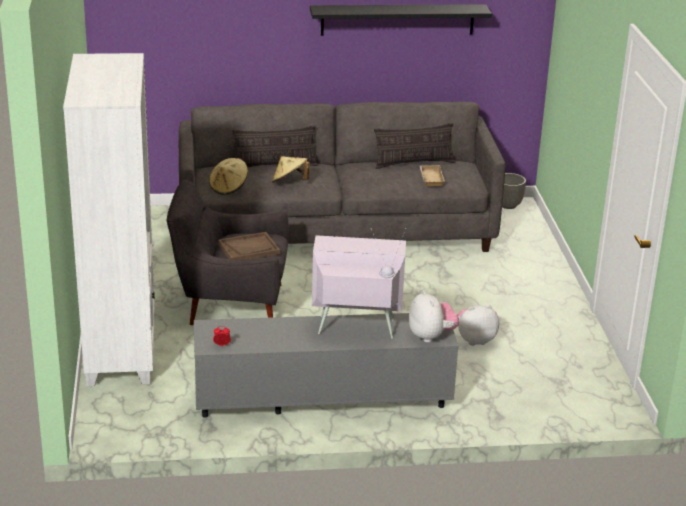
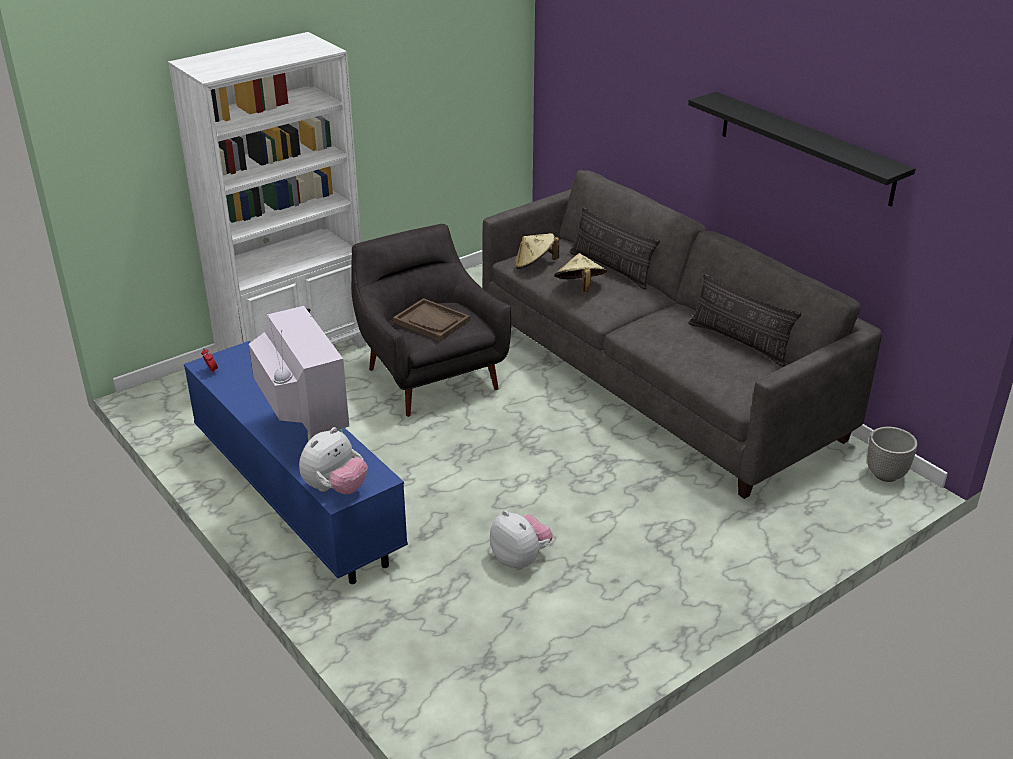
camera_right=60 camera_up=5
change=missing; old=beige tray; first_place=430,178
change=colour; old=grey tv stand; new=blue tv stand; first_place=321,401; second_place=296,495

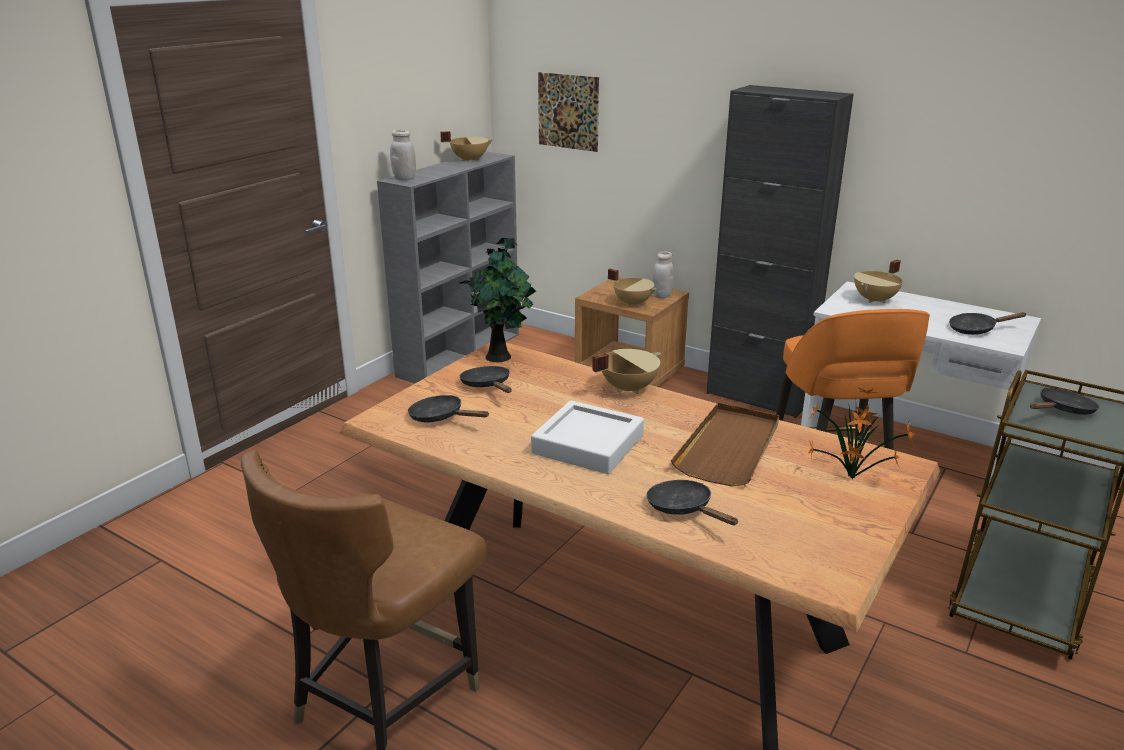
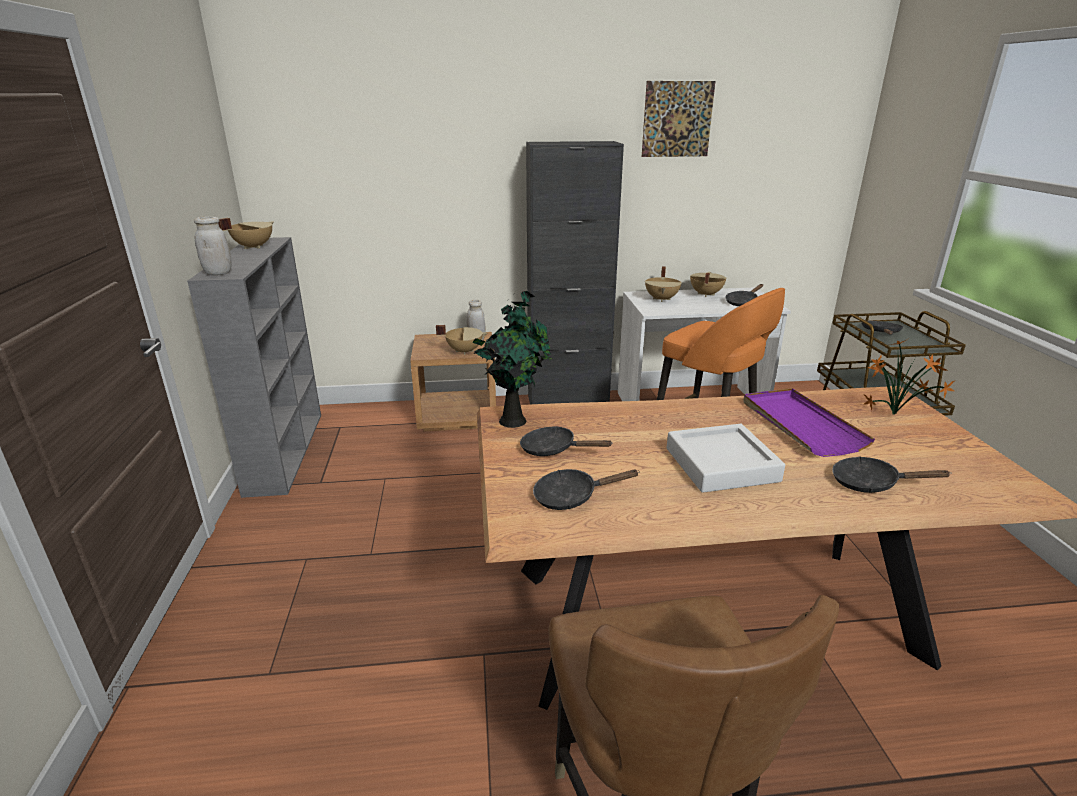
camera_right=-40 camera_up=0
change=relocated; old=picture; first_place=568,111; second_place=677,119
change=relocated; old=beige cooking pot; first_place=627,388; second_place=705,294
change=colour; old=brown tray; new=purple tray; first_place=729,448; second_place=800,424

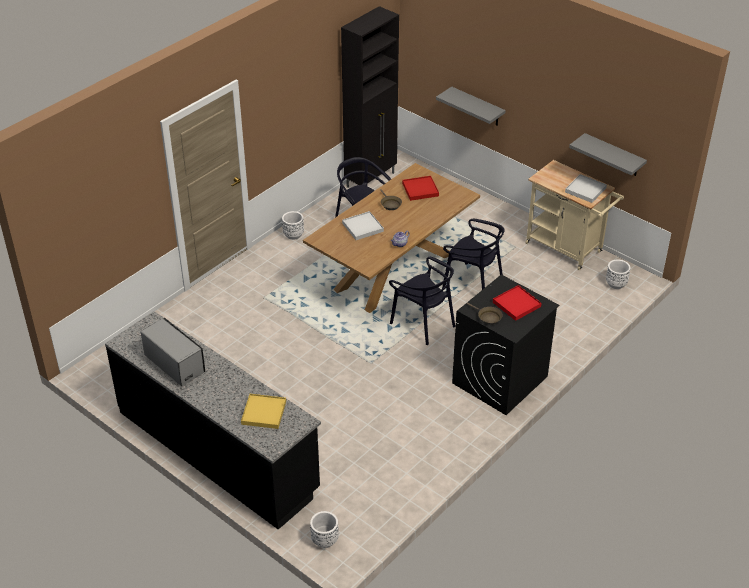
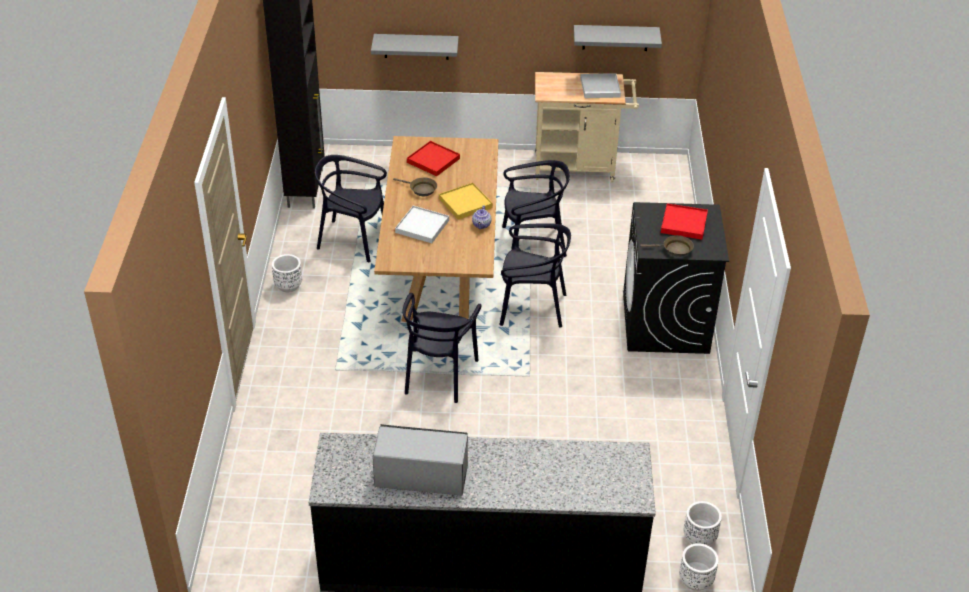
camera_right=-40 camera_up=0
change=appeared; new=black chair; second_place=439,375
change=relocated; old=yellow tray; first_place=264,413; second_place=465,203
change=relocated; old=white planter; first_place=616,284; second_place=699,537

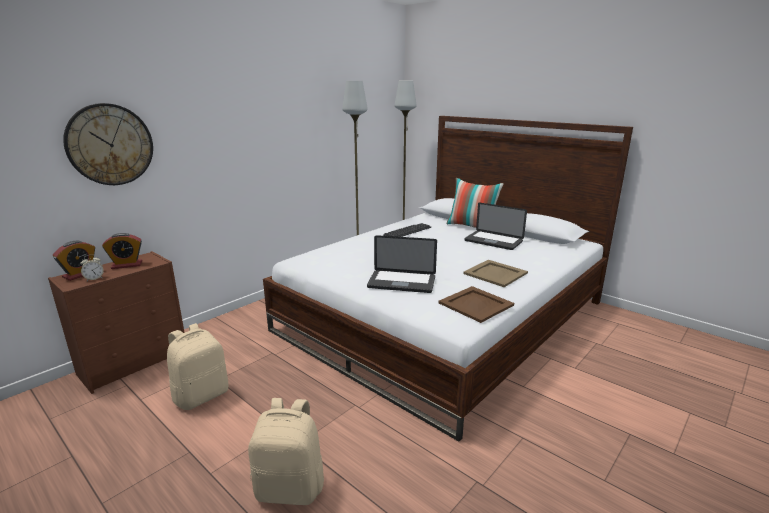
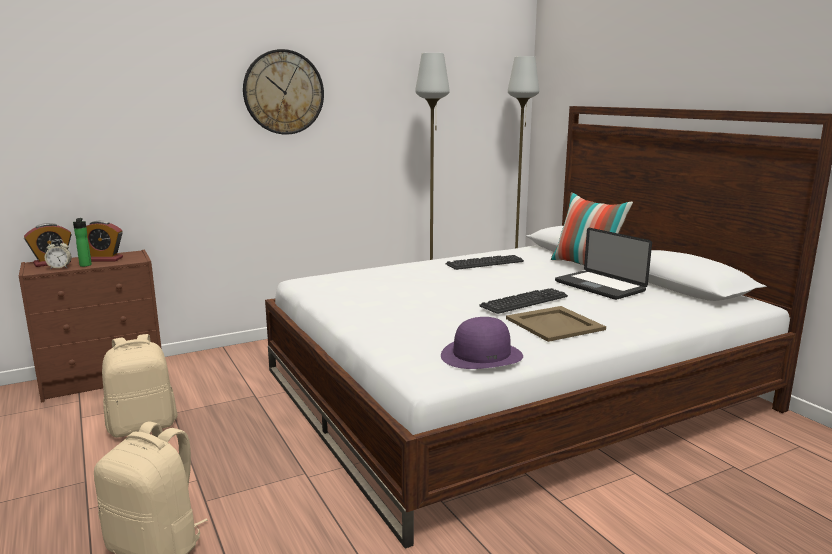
camera_right=20 camera_up=-5
change=missing; old=laptop; first_place=401,282
change=appeared; new=bottle; second_place=85,265
change=appeared; new=keyboard; second_place=524,302
change=relocated; old=wall clock; first_place=110,145; second_place=283,92
change=exchanged; old=brown tray; new=purple hat; first_place=475,304; second_place=482,355

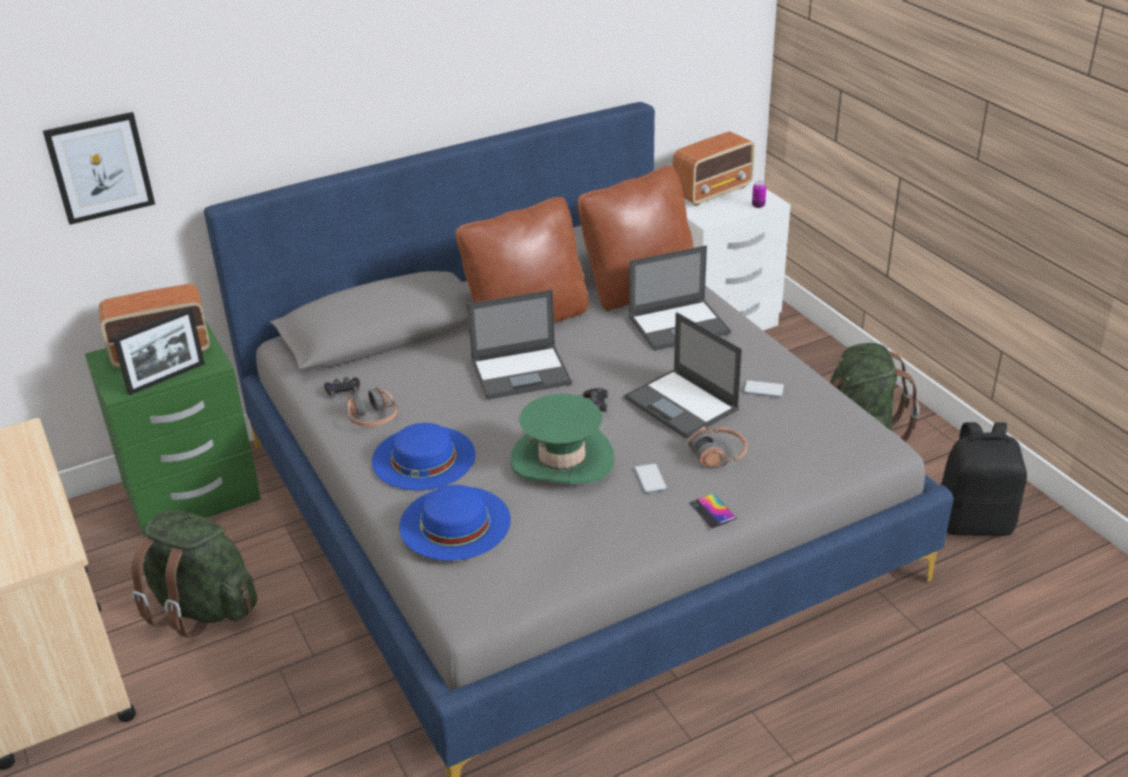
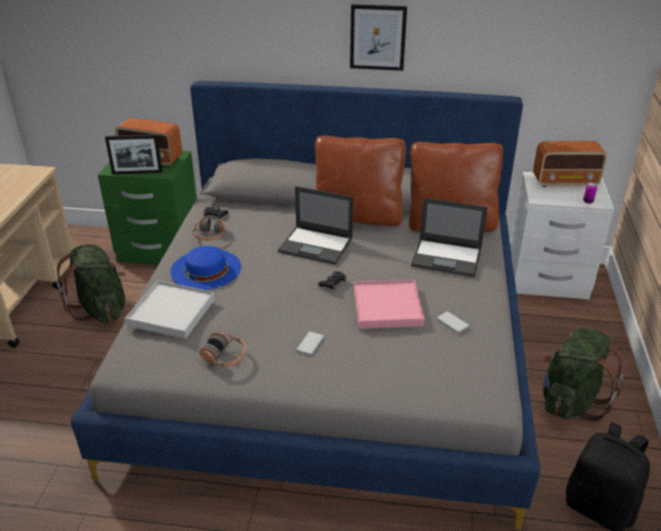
camera_right=35 camera_up=0
change=missing; old=green hat; first_place=562,459
change=missing; old=phone; first_place=712,511
change=relocated; old=picture; first_place=100,167; second_place=377,37
change=relocated; old=headphones; first_place=718,455; second_place=225,357
change=exchanged; old=blue hat; new=white tray; first_place=455,523; second_place=171,312
change=exchanged; old=laptop; new=pink tray; first_place=682,404; second_place=387,307

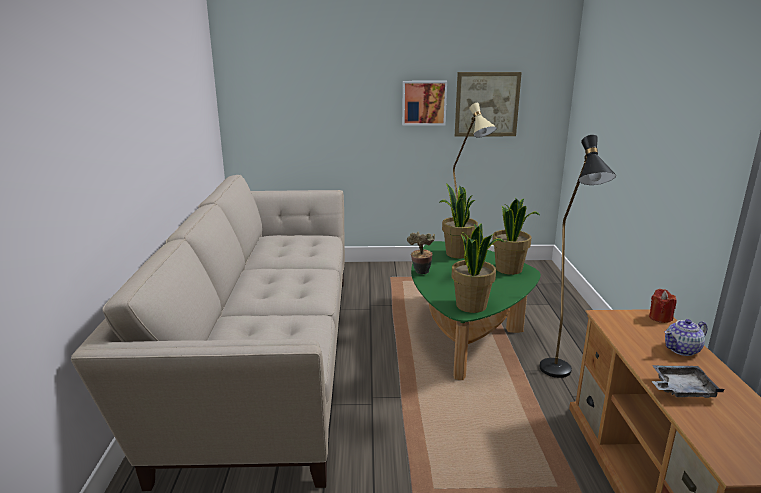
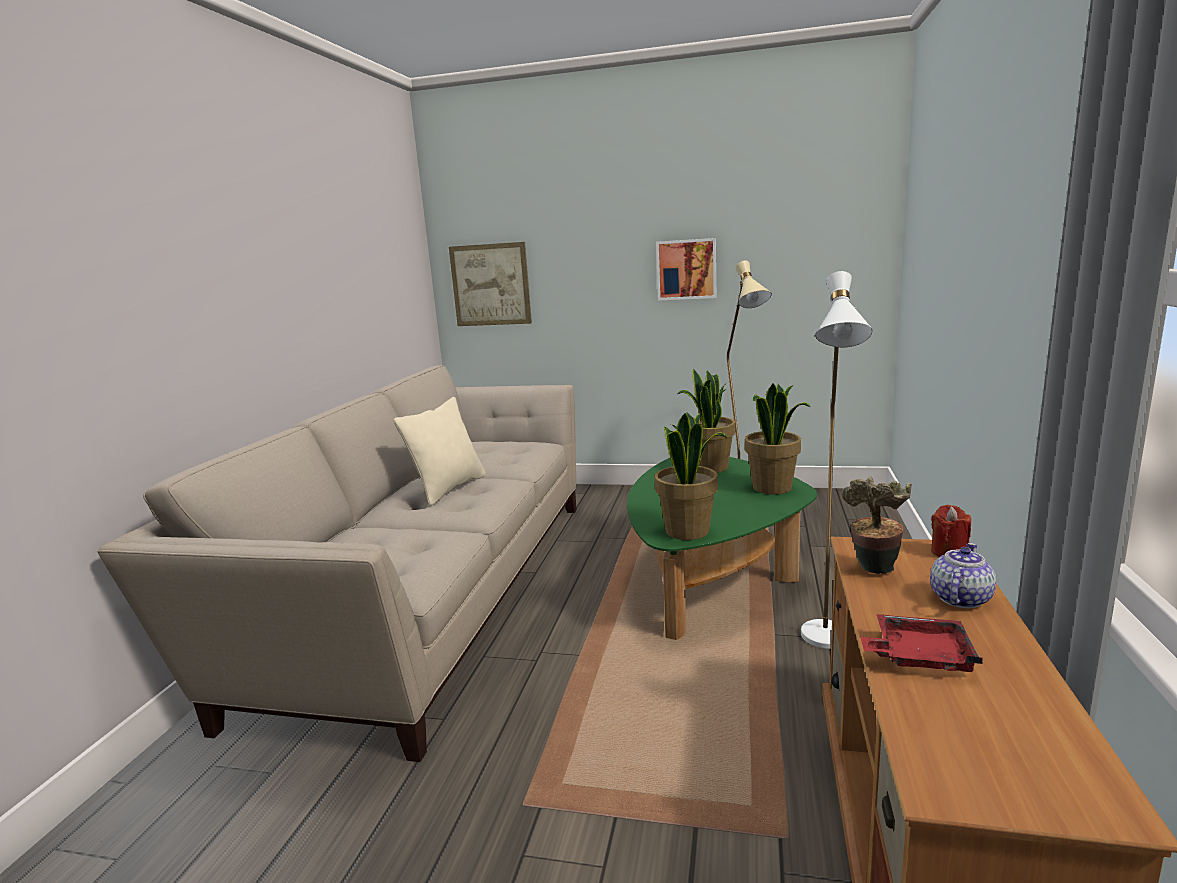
camera_right=15 camera_up=-5
change=appeared; new=beige pillow; second_place=448,489
change=relocated; old=potted plant; first_place=420,273; second_place=873,570
change=relocated; old=picture; first_place=487,104; second_place=490,285
change=colour; old=black floor lamp; new=white floor lamp; first_place=559,376; second_place=827,646
change=colour; old=grey tray; new=red tray; first_place=681,389; second_place=919,656
change=spun; old=teapot; first_place=682,350; second_place=959,599; degrees=135

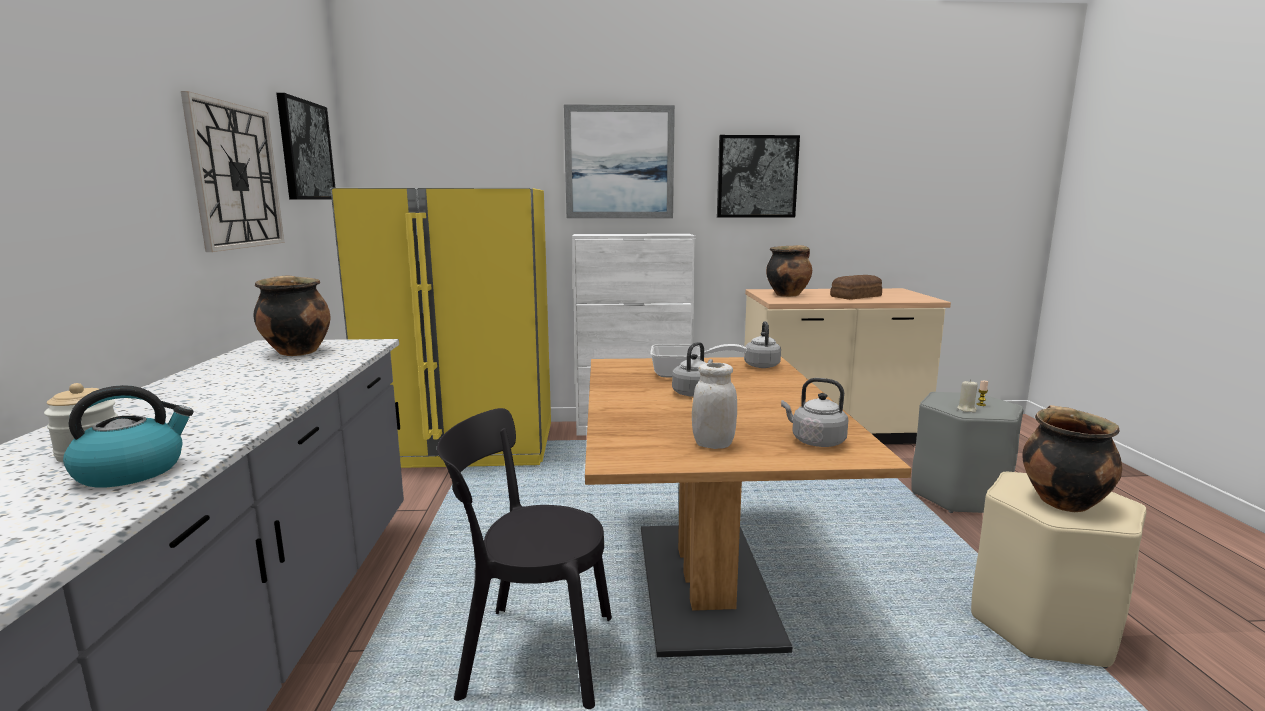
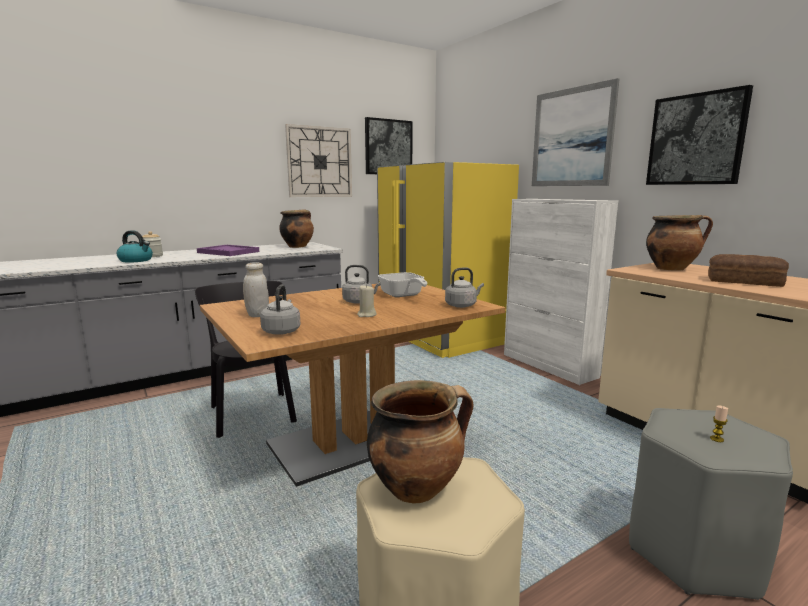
camera_right=60 camera_up=0
change=appeared; new=purple tray; second_place=228,252
change=relocated; old=beige candle; first_place=966,409; second_place=366,315

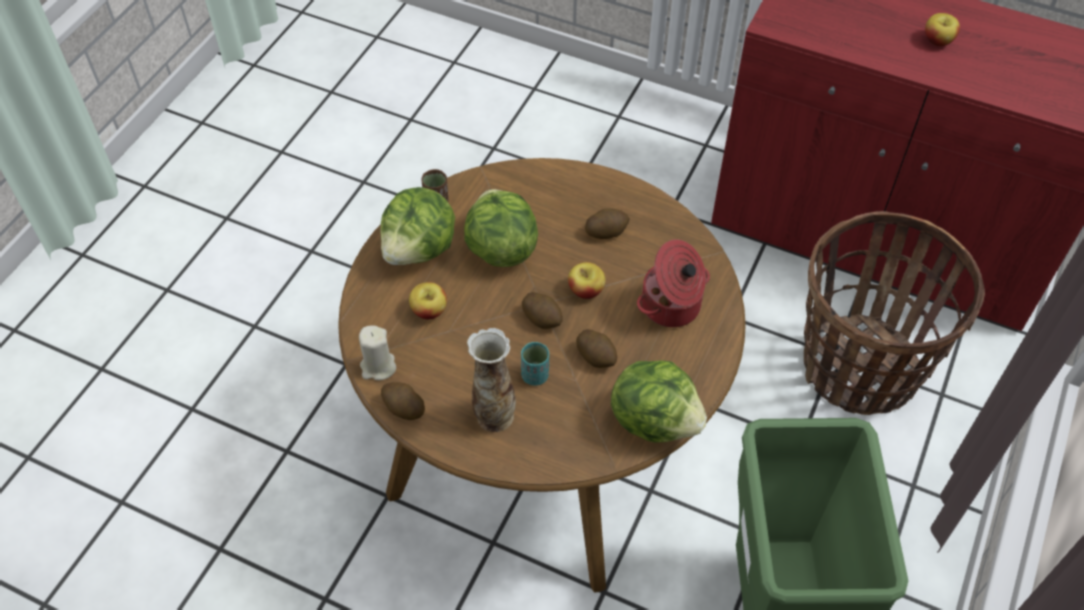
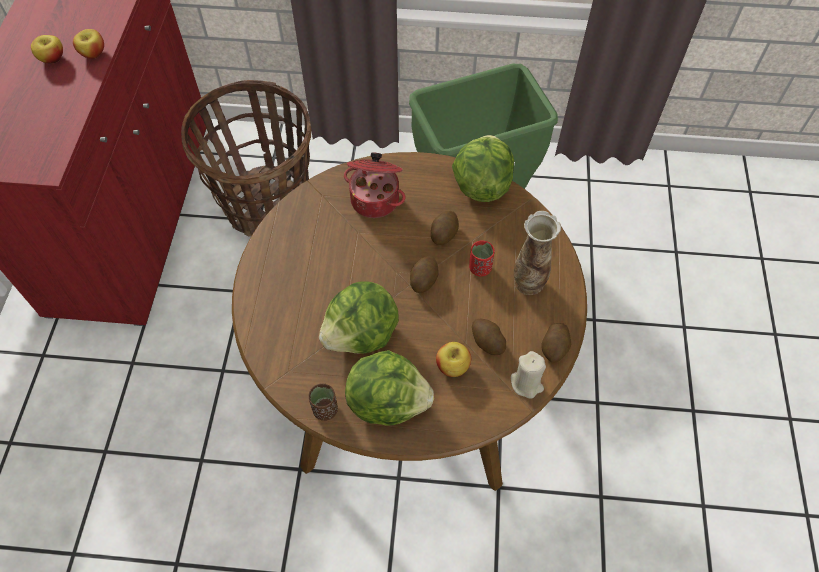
camera_right=-110 camera_up=5
change=relocated; old=apple; first_place=586,290; second_place=93,53
change=relocated; old=potato; first_place=606,231; second_place=487,342
change=colour; old=turquoise cup; new=red cup; first_place=535,375; second_place=480,268

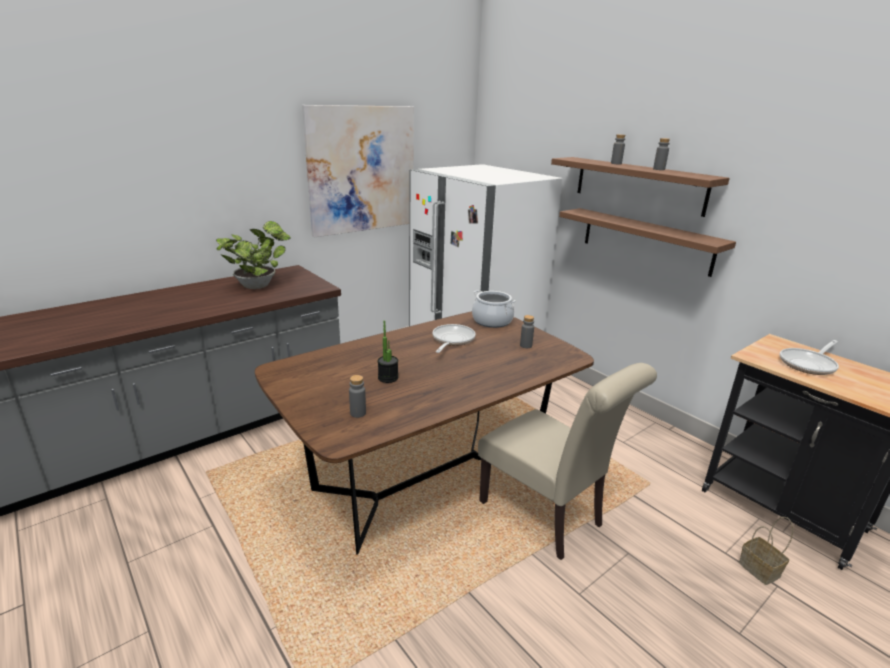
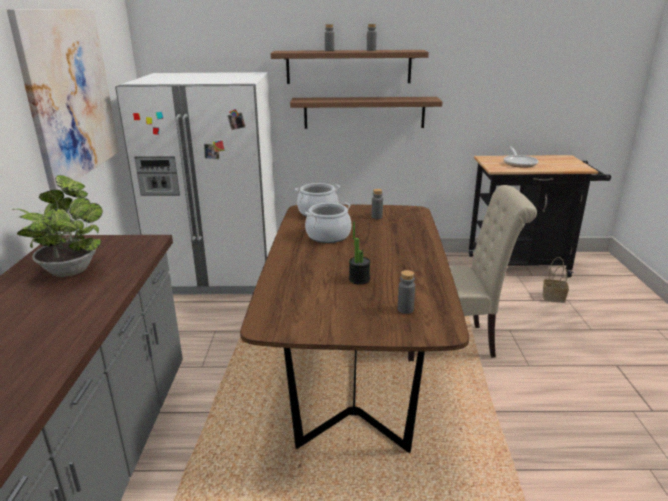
camera_right=-50 camera_up=0
change=exchanged; old=frying pan; new=cooking pot; first_place=452,340; second_place=328,236

